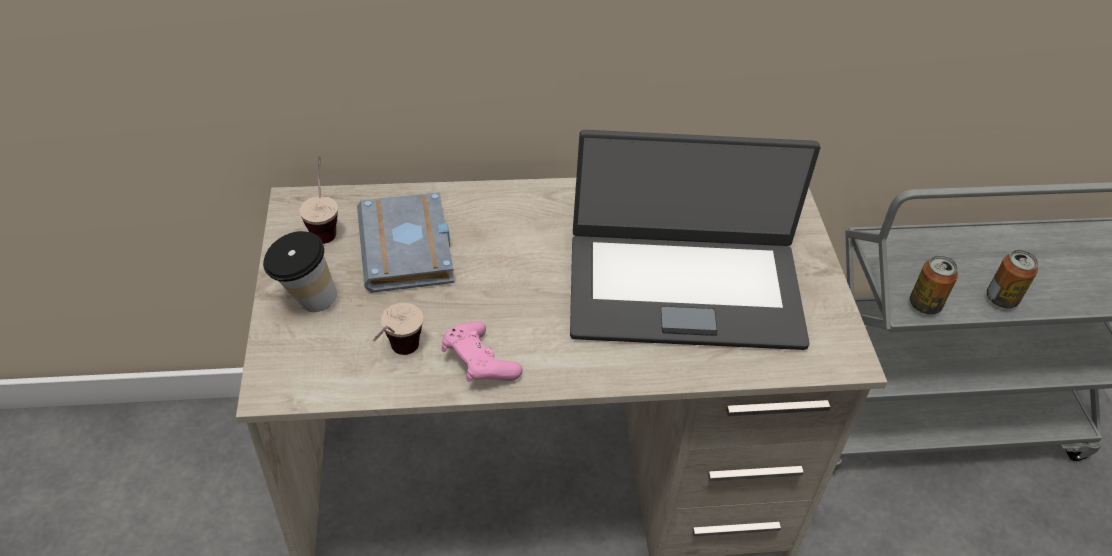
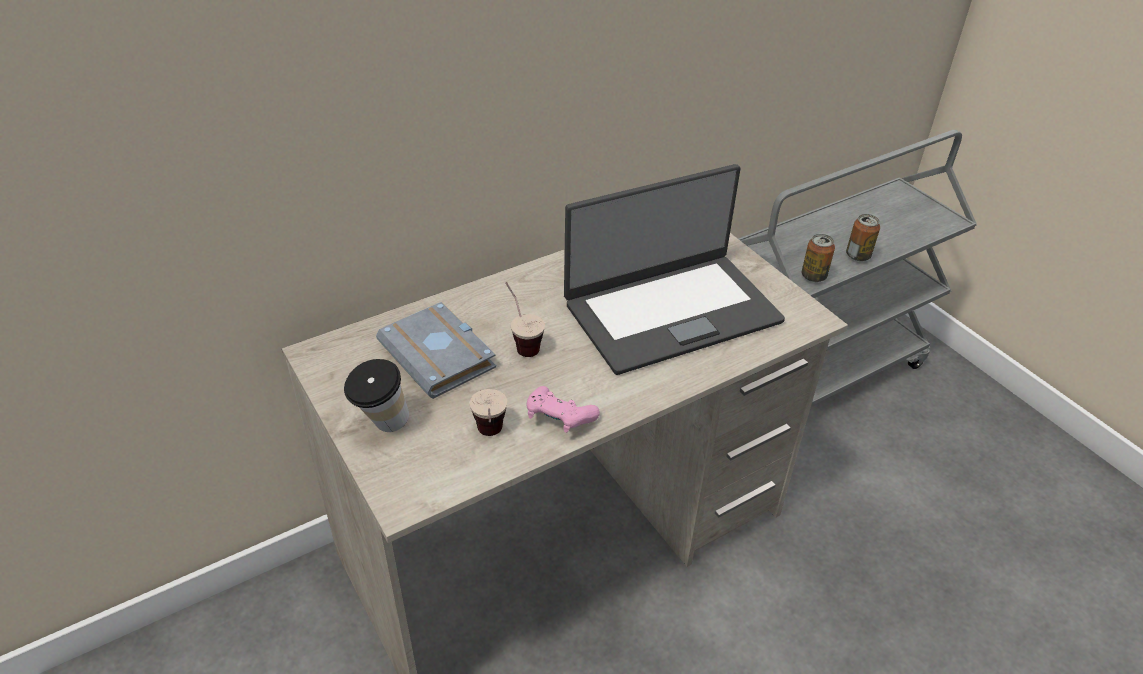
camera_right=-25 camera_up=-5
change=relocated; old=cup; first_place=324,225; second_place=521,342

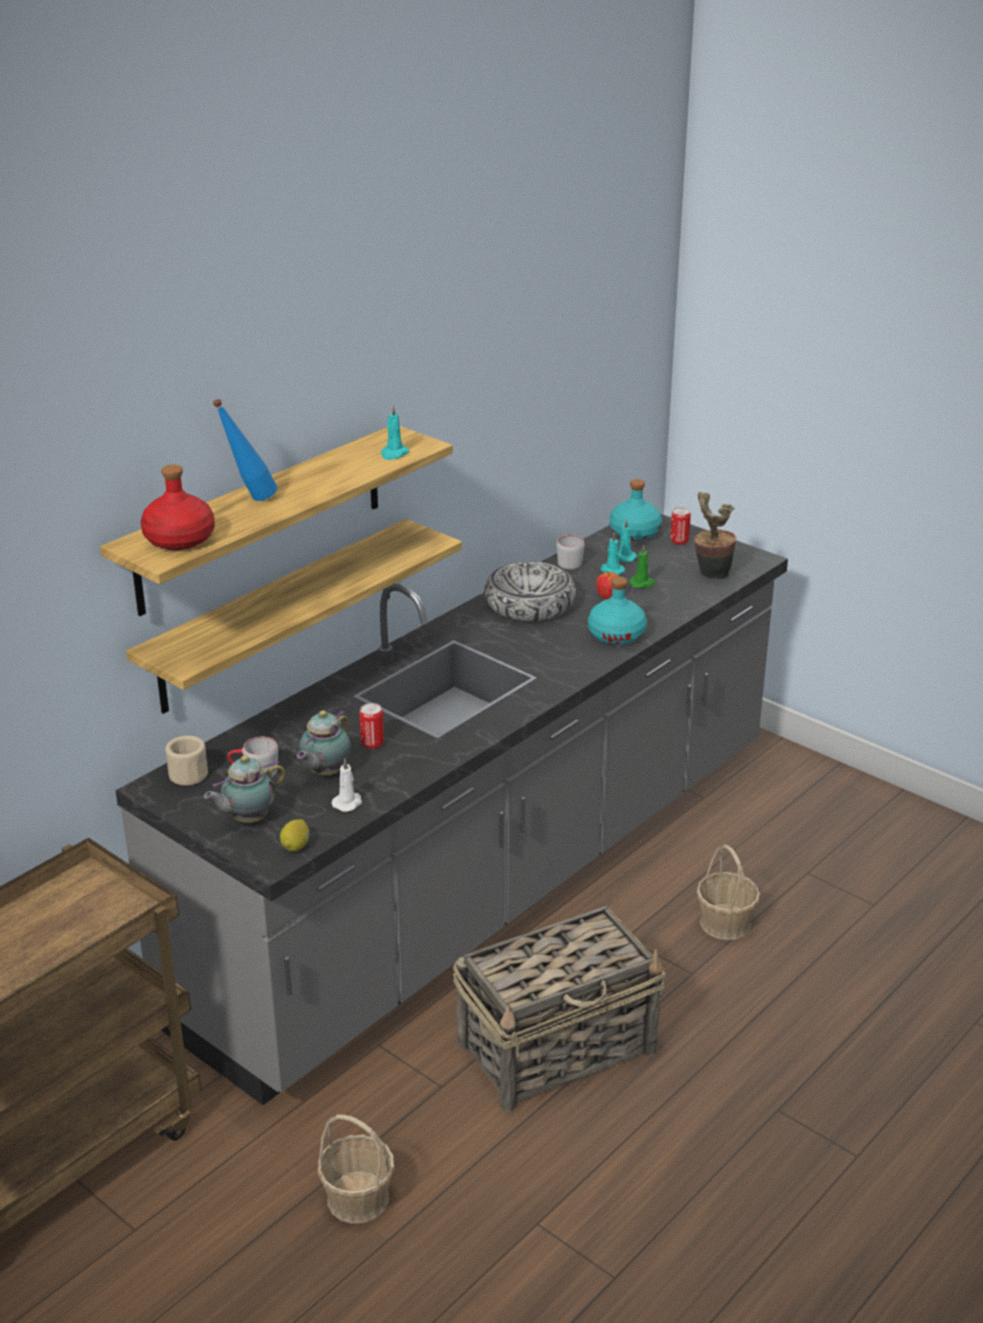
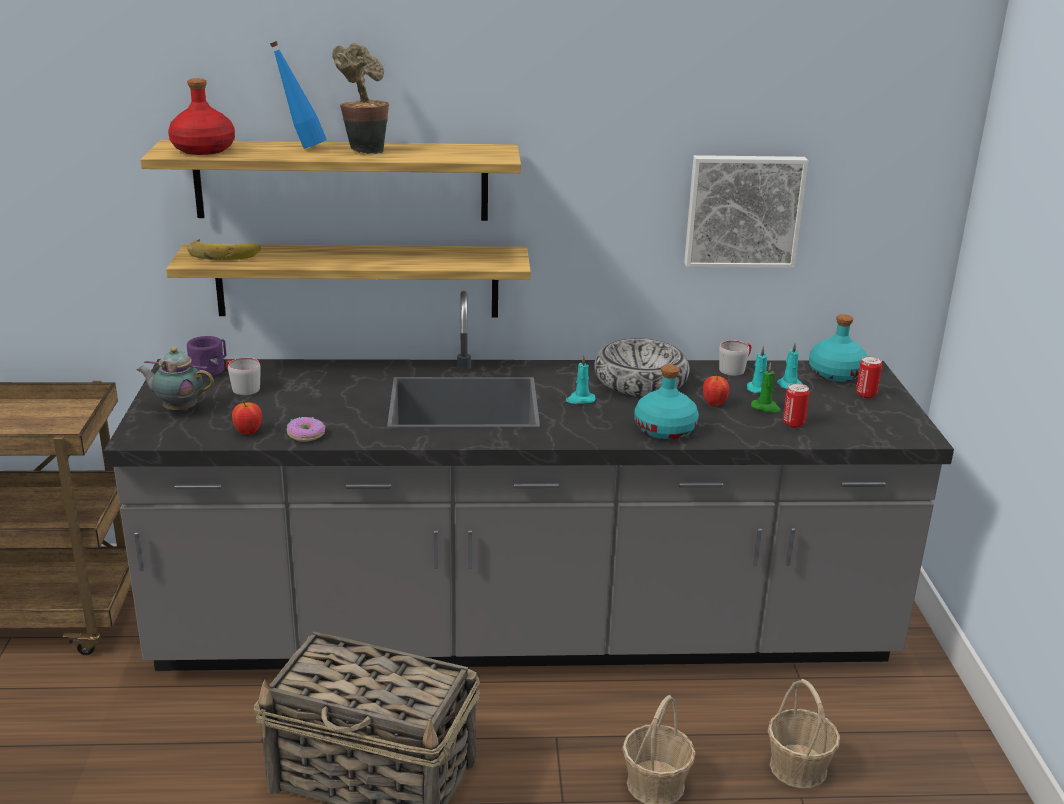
camera_right=45 camera_up=-5
change=missing; old=lemon; first_place=296,846
change=missing; old=teapot; first_place=324,773
change=appeared; new=banana; second_place=224,253
change=appeared; new=donut; second_place=306,434
change=appeared; new=picture; second_place=743,210
change=relocated; old=basket; first_place=357,1198; second_place=798,767
change=relocated; old=can; first_place=372,744; second_place=793,424
change=relocated; old=turquoise candle; first_place=394,454; second_place=580,400
change=relocated; old=potted plant; first_place=710,574; second_place=364,150
change=exchanged; old=white candle; new=apple; first_place=348,803; second_place=248,432
change=colour; old=beige mug; new=purple mug; first_place=188,772; second_place=210,369

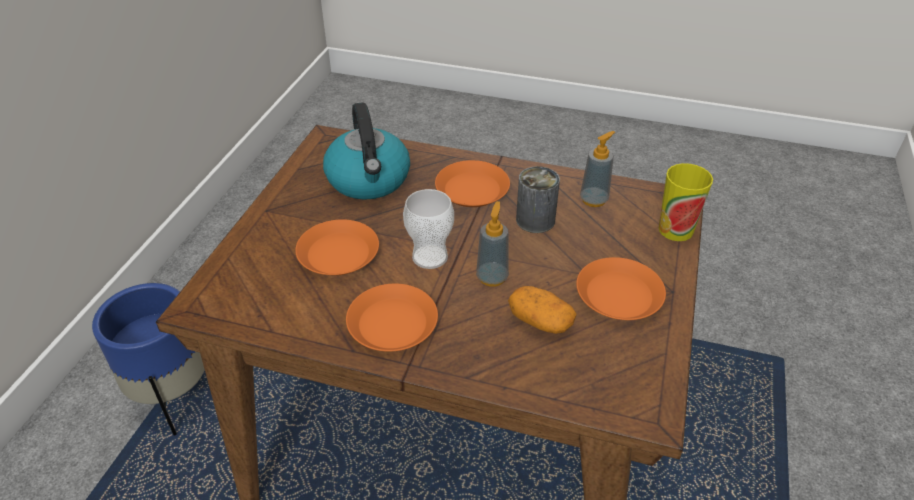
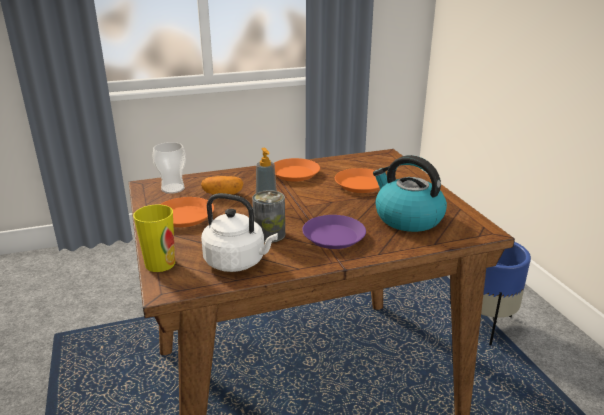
camera_right=145 camera_up=-15
change=relocated; old=cup; first_place=430,257; second_place=173,188
change=exchanged; old=soap dispenser; new=white kettle; first_place=594,200; second_place=238,262
change=colour; old=orange plate; new=purple plate; first_place=471,190; second_place=334,236

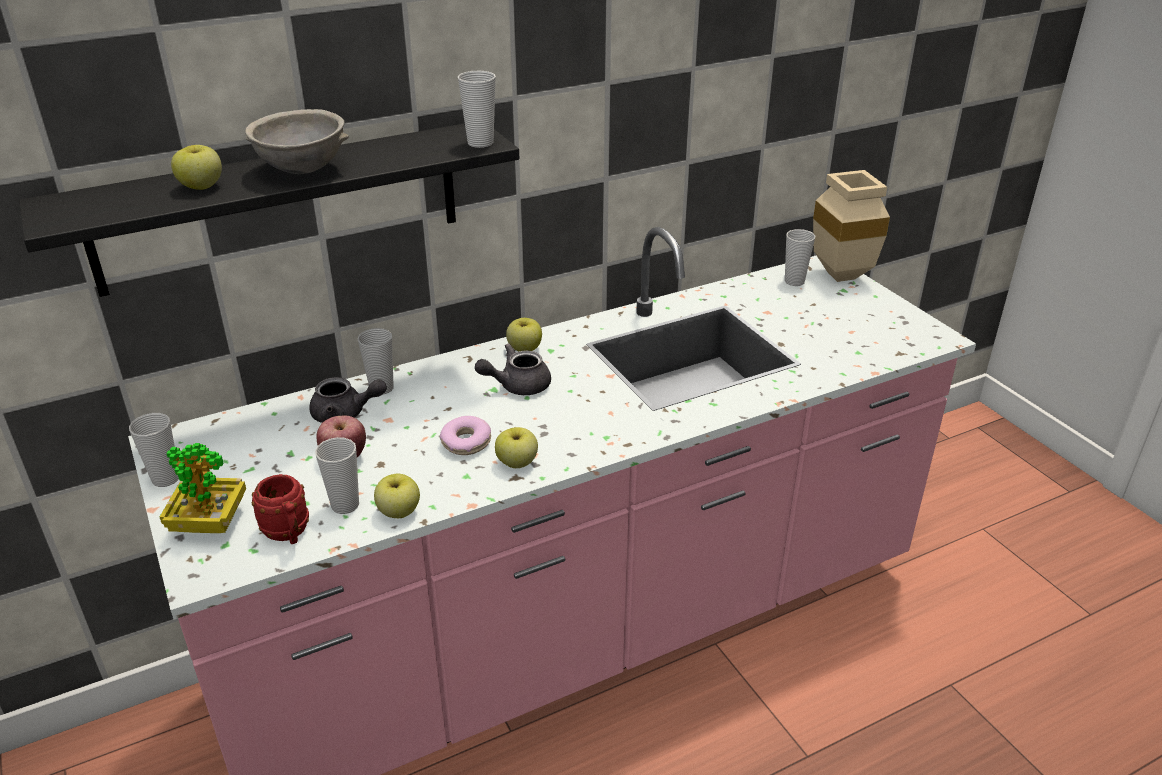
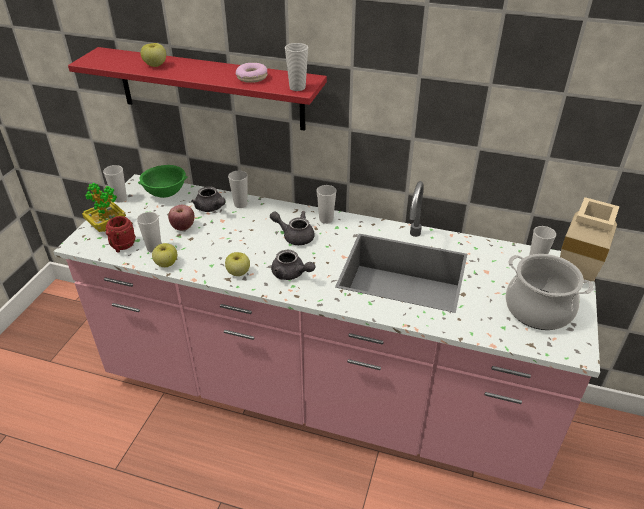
camera_right=45 camera_up=5
change=missing; old=grey bowl; first_place=303,171
change=appeared; new=green bowl; second_place=165,194
change=appeared; new=grey teapot; second_place=291,274
change=appeared; new=cooking pot; second_place=538,309
change=relocated; old=donut; first_place=466,442; second_place=252,78
change=exchanged; old=apple; new=cup; first_place=524,349; second_place=326,219
change=colour; old=black shelf; new=red shelf; first_place=280,207; second_place=210,89

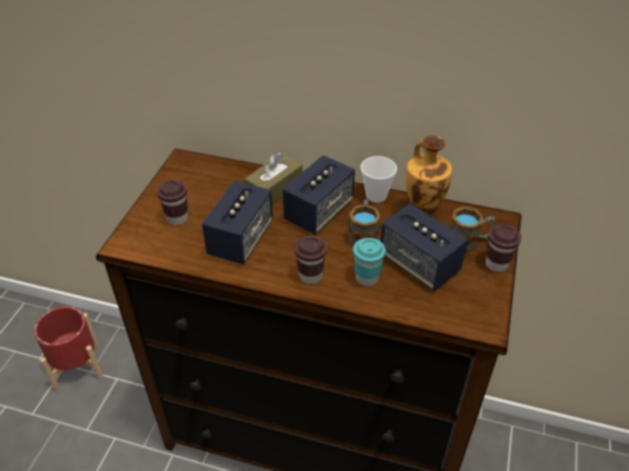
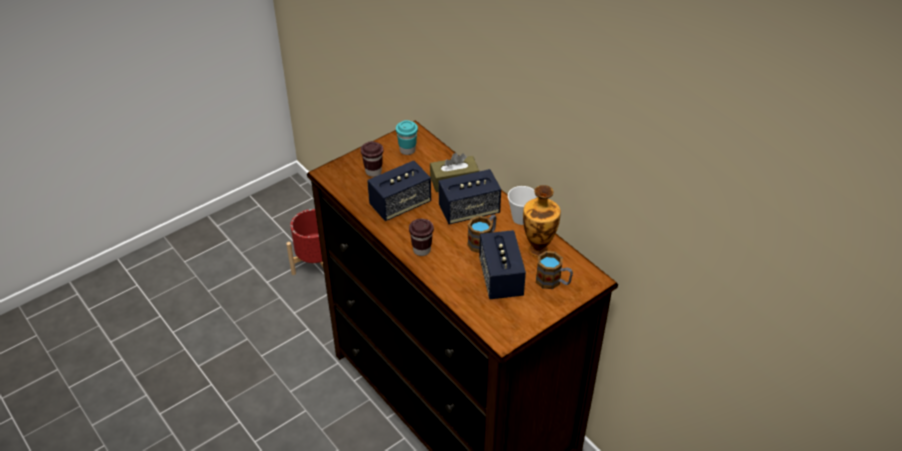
camera_right=35 camera_up=0
change=missing; old=brown cup; first_place=496,264
change=relocated; old=turquoise cup; first_place=367,278; second_place=407,150

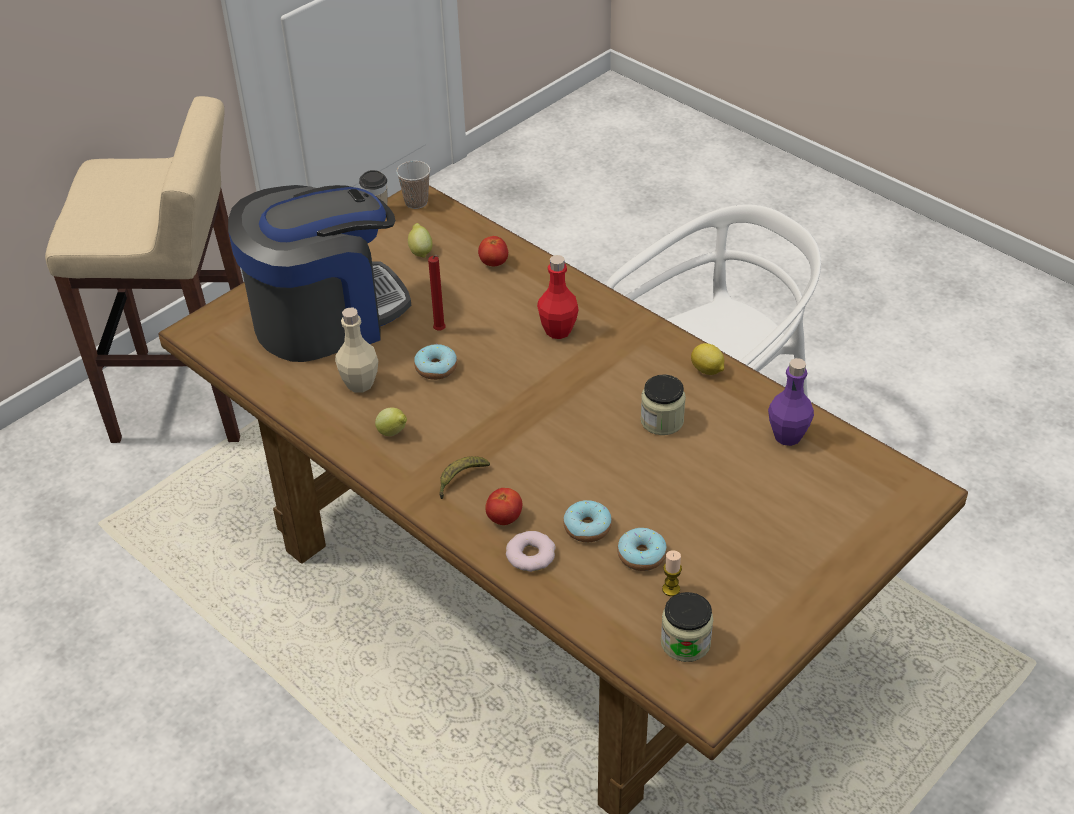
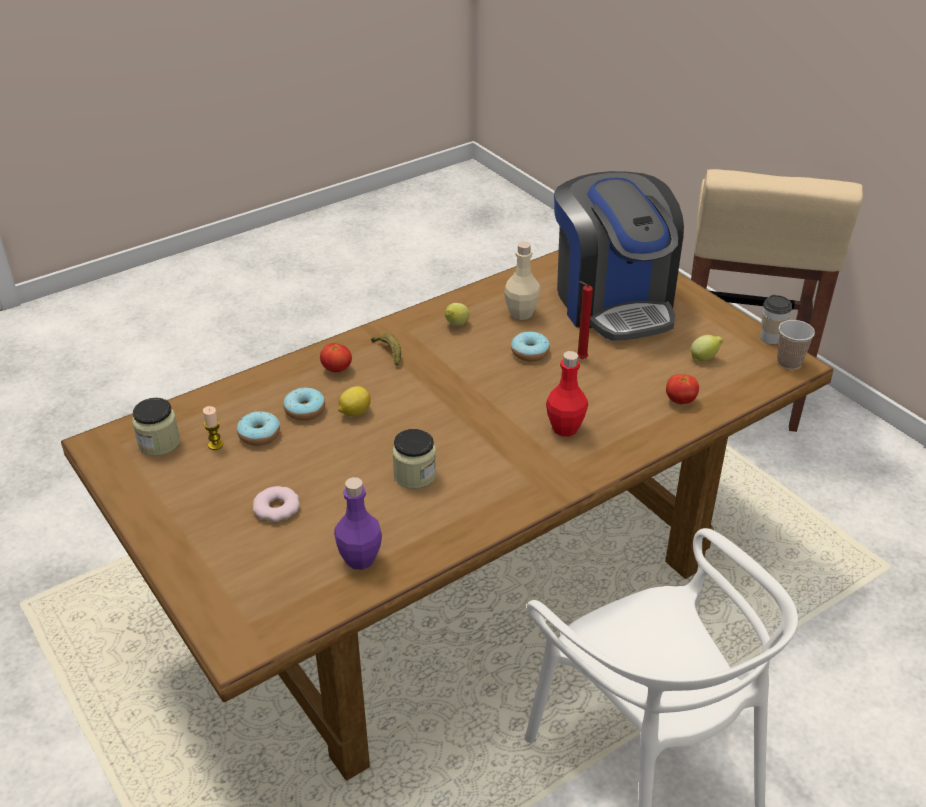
camera_right=100 camera_up=-5
change=relocated; old=donut; first_place=530,555; second_place=277,508
change=relocated; old=lemon; first_place=707,370; second_place=354,412

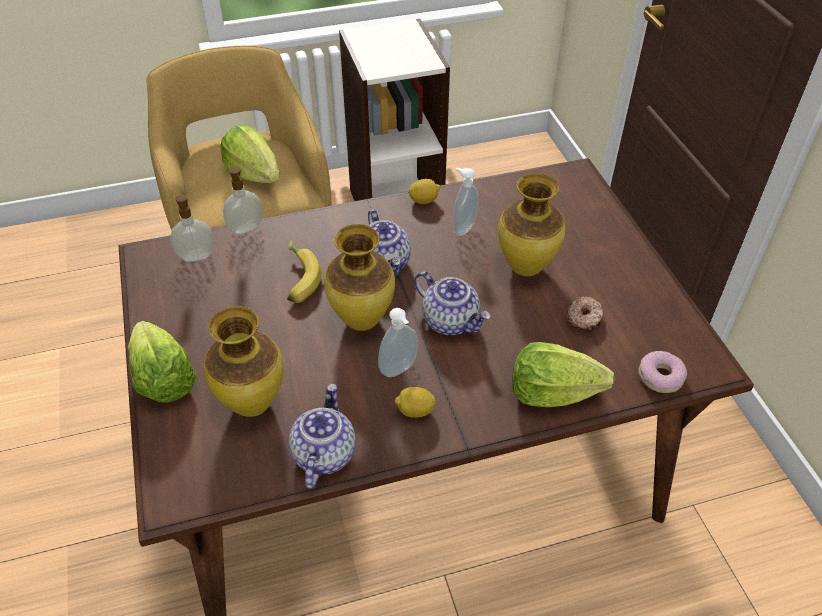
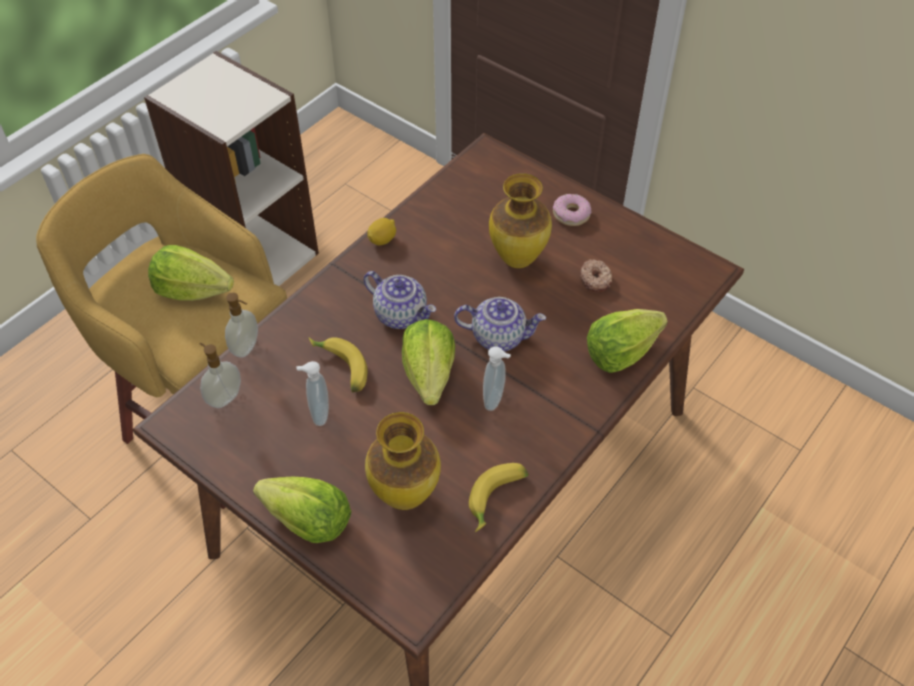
camera_right=-35 camera_up=5
change=missing; old=lemon; first_place=415,411
change=relocated; old=soap dispenser; first_place=462,227; second_place=318,414
change=relocated; old=donut; first_place=660,376; second_place=571,214
change=exchanged; old=teapot; new=banana; first_place=323,454; second_place=498,500
change=exchanged; old=vase; new=lettuce; first_place=363,321; second_place=429,375

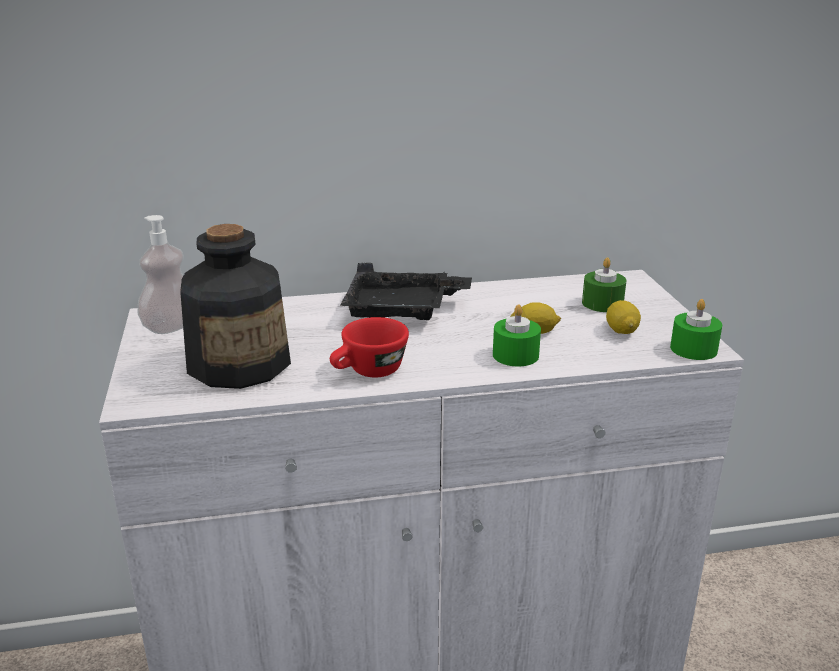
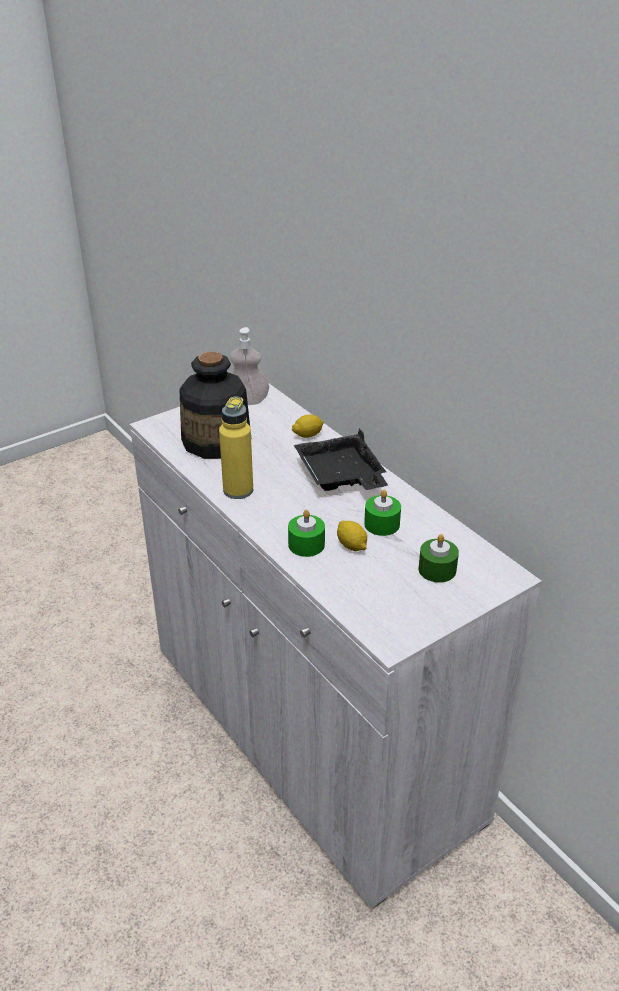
camera_right=65 camera_up=10
change=relocated; old=lemon; first_place=621,331; second_place=308,435
change=relocated; old=green candle; first_place=693,349; second_place=382,524
change=exchanged; old=red cup; new=yellow bottle; first_place=368,372; second_place=238,490

